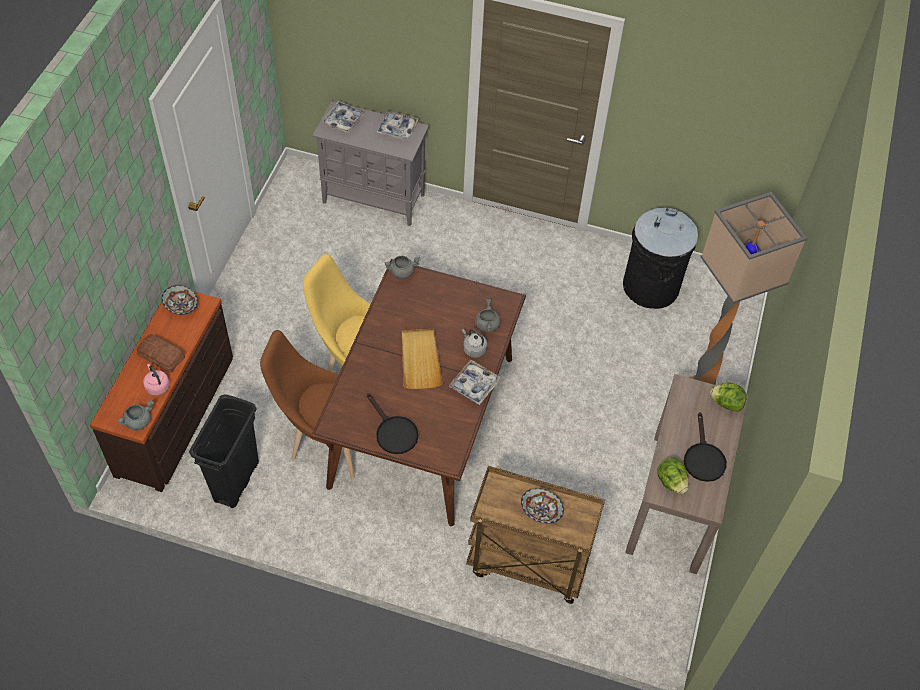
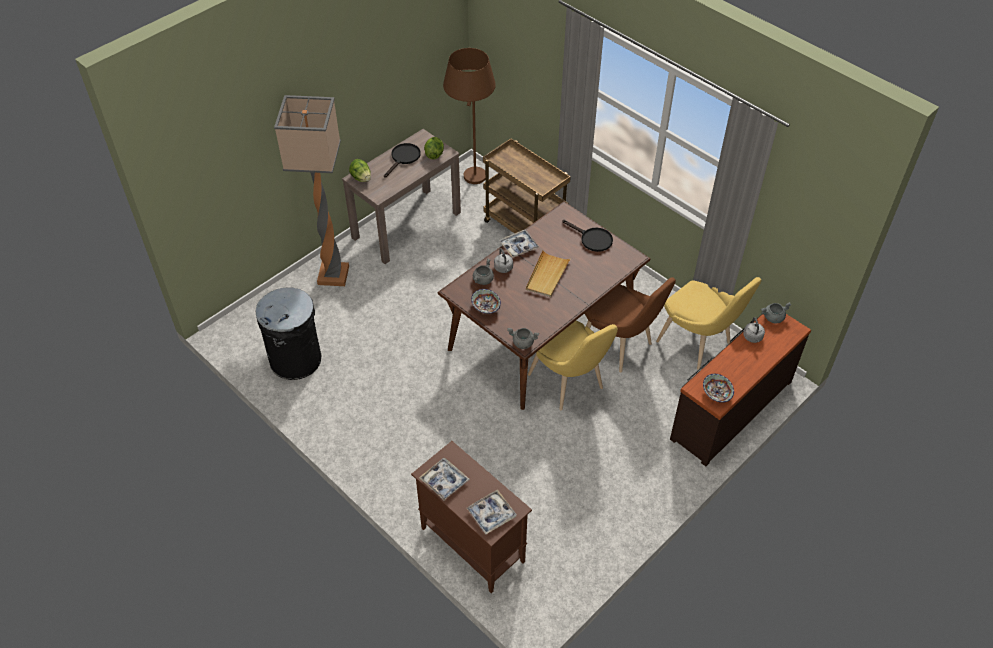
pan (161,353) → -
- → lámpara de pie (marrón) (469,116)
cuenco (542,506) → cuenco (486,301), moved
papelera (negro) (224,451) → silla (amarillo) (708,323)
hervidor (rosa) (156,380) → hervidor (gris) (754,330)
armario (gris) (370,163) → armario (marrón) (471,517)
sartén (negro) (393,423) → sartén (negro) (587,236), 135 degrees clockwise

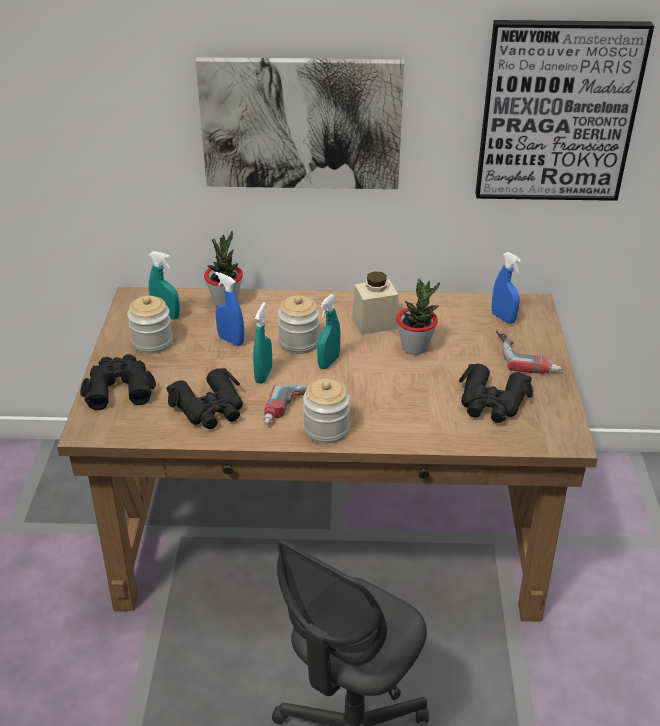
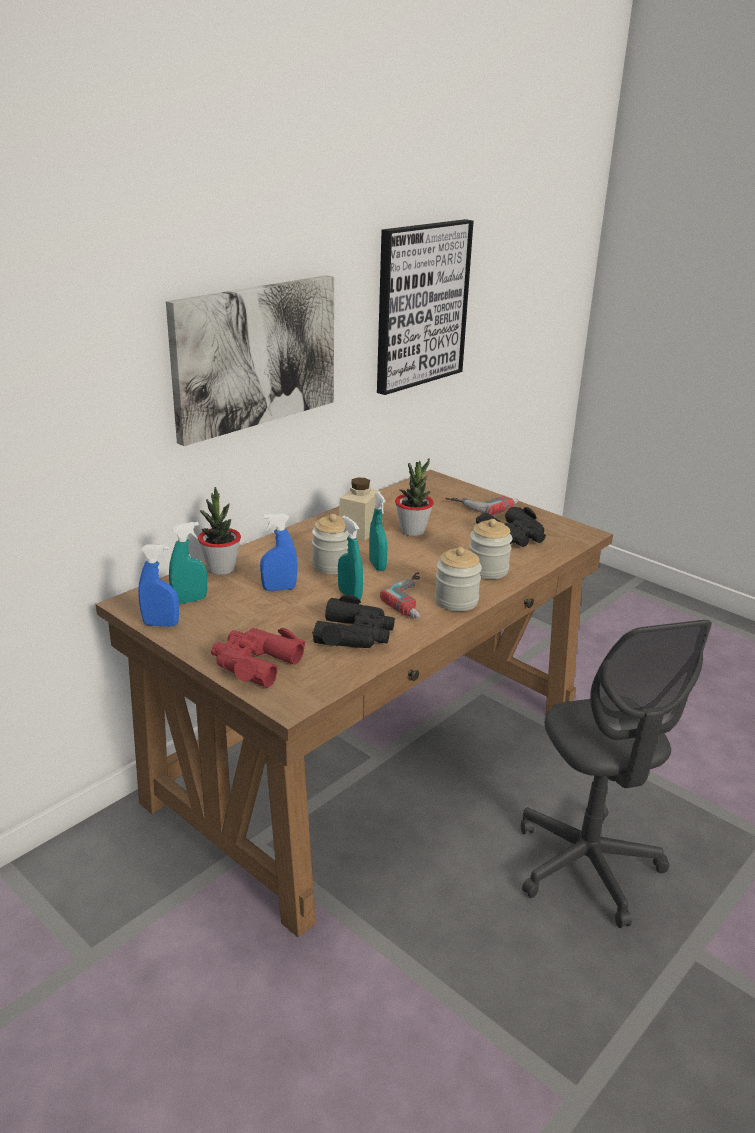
tarro (150,325) → tarro (490,549), moved
pulverizador (azul) (507,288) → pulverizador (azul) (158,585), moved
prismáticos (negro) (118,382) → prismáticos (rojo) (258,658)

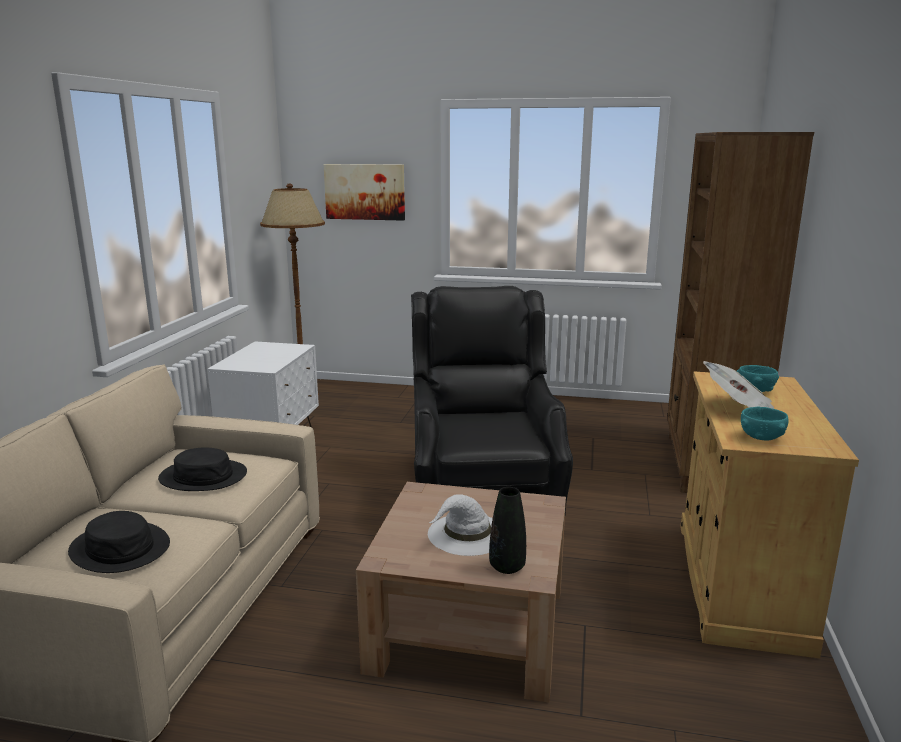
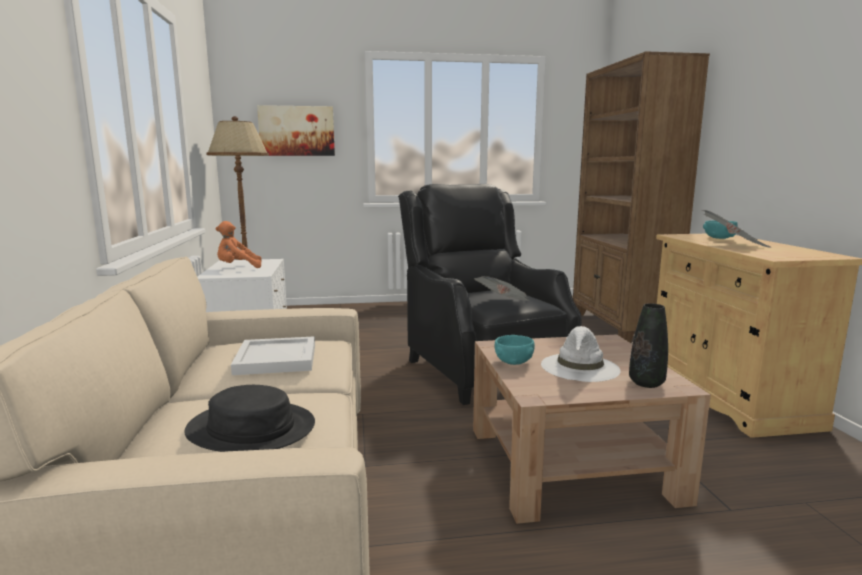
- → peluche (naranja) (239,244)
- → periódico (501,288)
cuenco (turquesa) (765,423) → cuenco (turquesa) (515,350), moved
sombrero (negro) (202,469) → bandeja (blanco) (273,355)

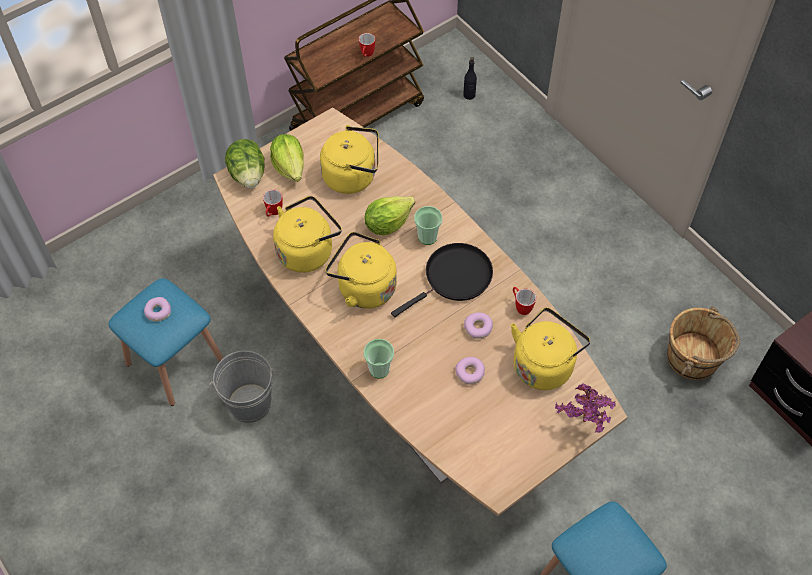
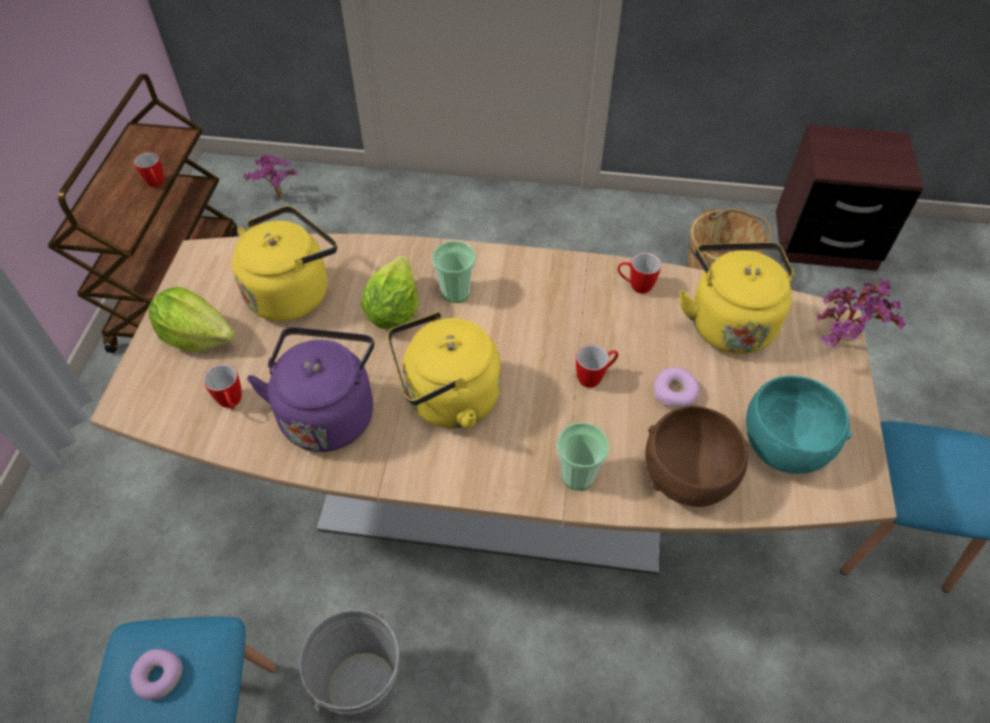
lechuga (245,163) → -
sartén (negro) (442,280) → -
rosquilla (478,325) → -
- → taza grande (597,366)
- → cuenco (marrón) (696,456)
- → cuenco (turquesa) (799,424)
botella (negro) (470,78) → planta en maceta (270,175)
hervidor (amarillo) (307,234) → hervidor (morado) (310,389)

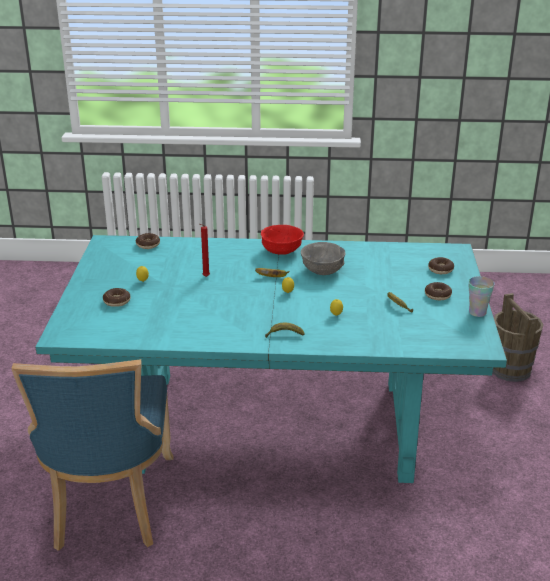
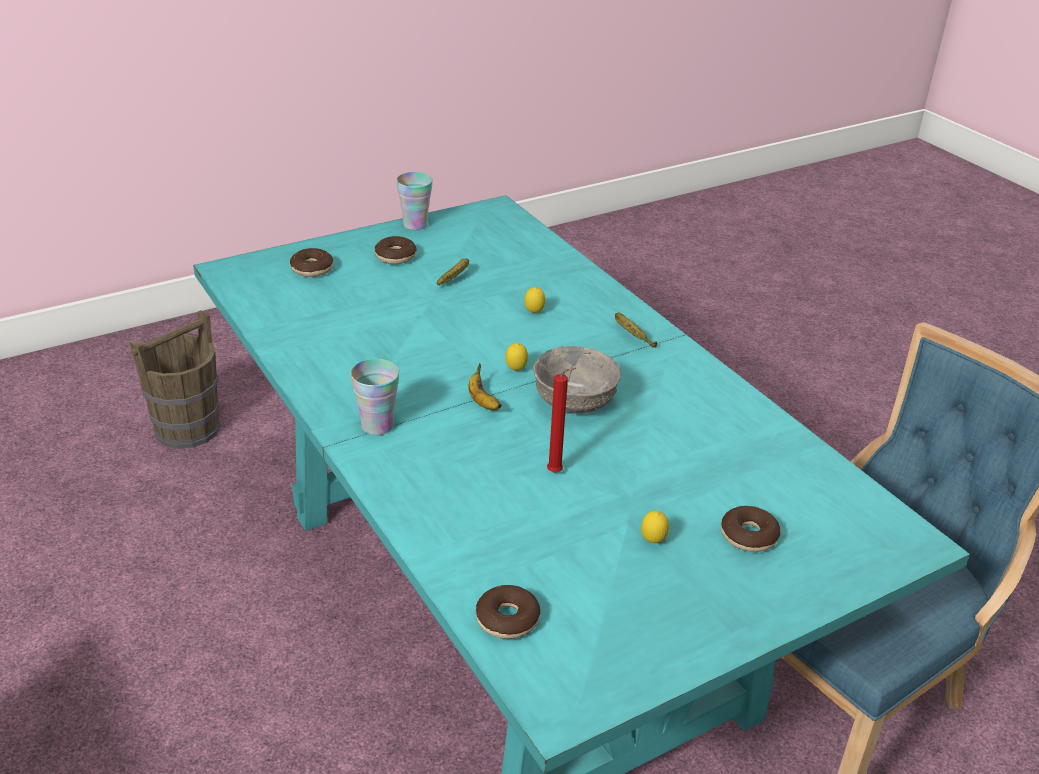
cuenco (gris) (323,258) → cuenco (gris) (577,380), moved
cuenco (rojo) (282,240) → taza (375,397)

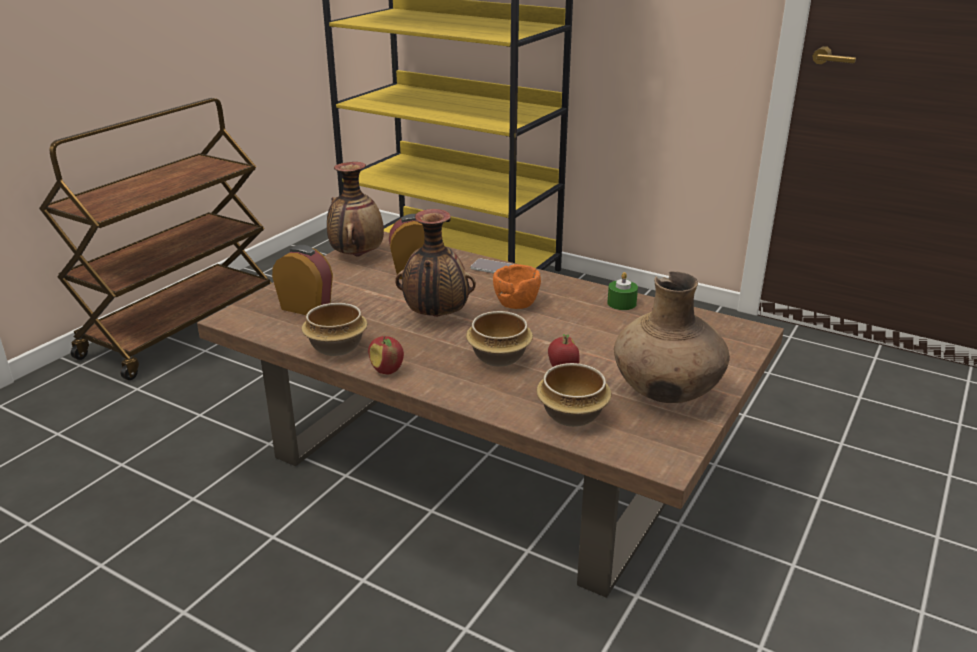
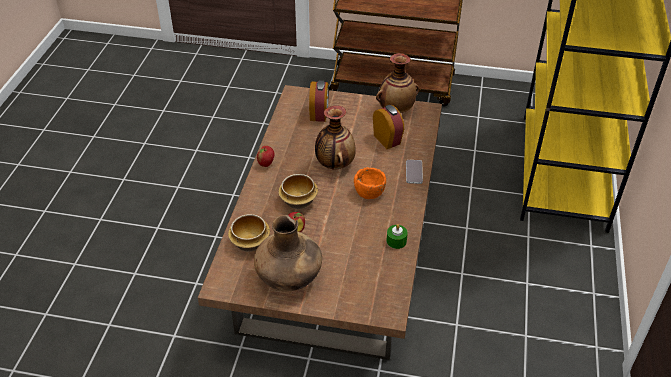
cuenco (334,329) → -

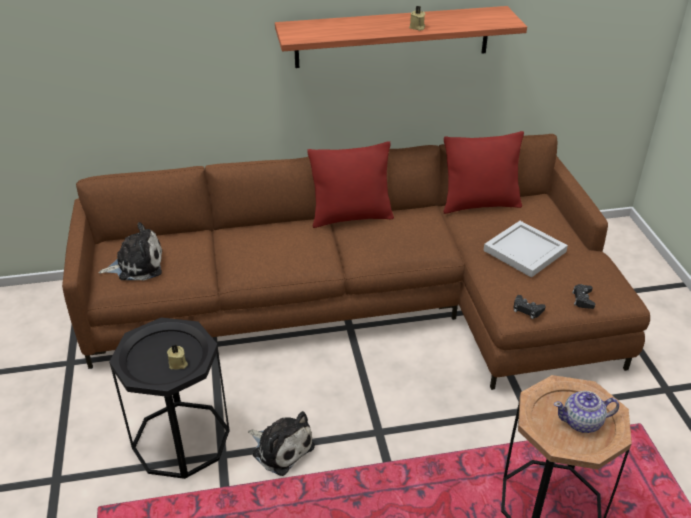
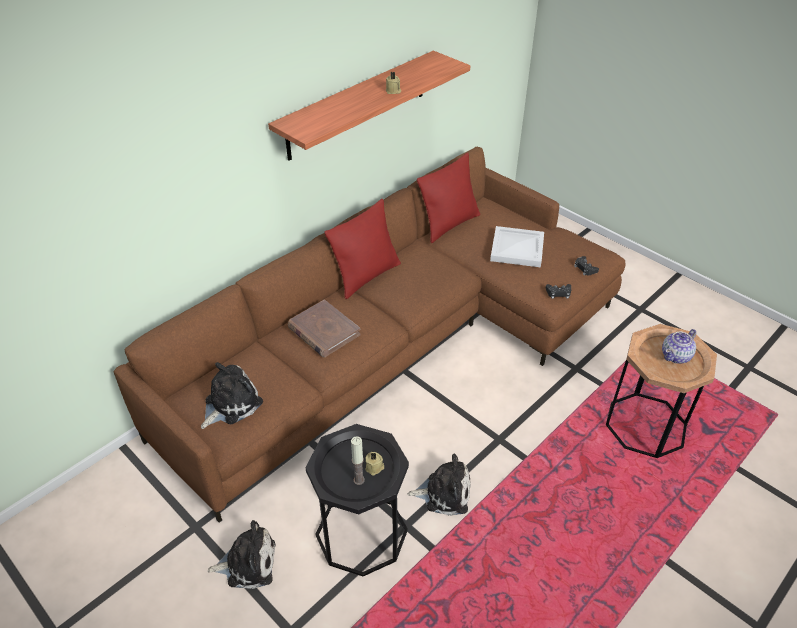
- → peluche (241,554)
- → libro (marrón) (324,329)
- → vela (358,460)

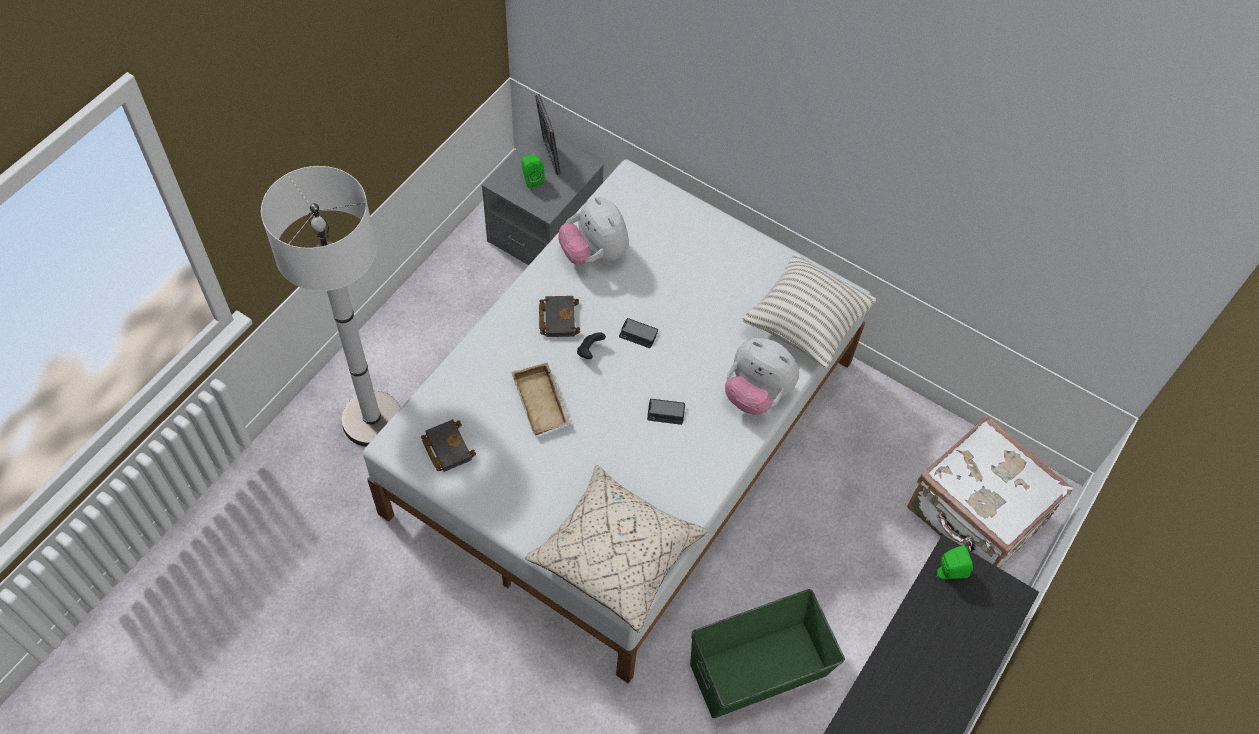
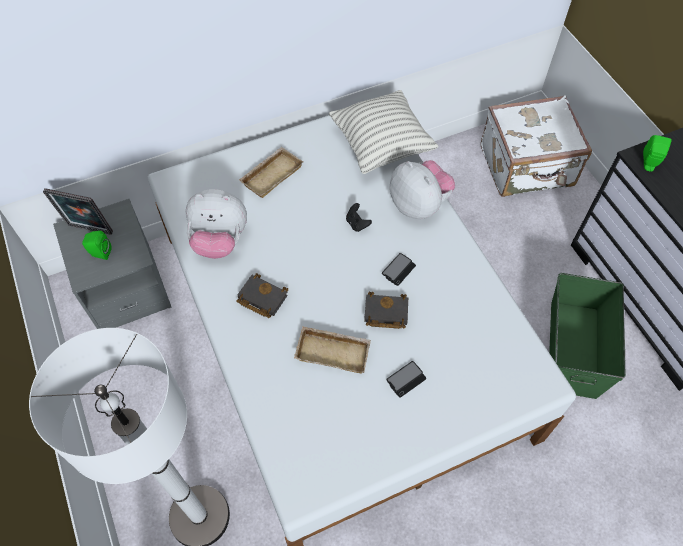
cojín (beis) (616,549) → -
- → bandeja (beis) (271,172)
libro (negro) (448,446) → libro (negro) (386,310), moved
mando de consola (negro) (591,345) → mando de consola (negro) (359,217), moved
móvil (638,333) → móvil (406,379), moved
peluche (762,376) → peluche (422,189), 105 degrees counterclockwise

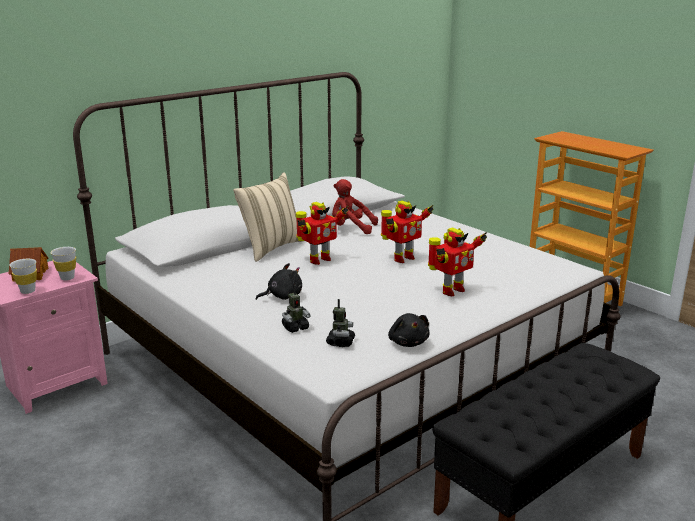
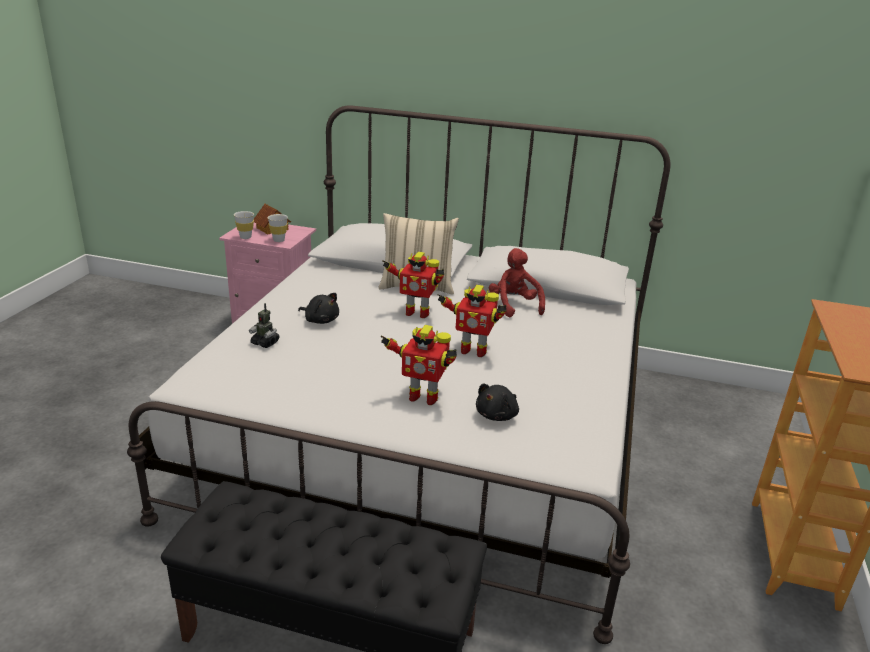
robot de juguete (340,323) → -
peluche (negro) (408,330) → peluche (negro) (497,402), moved

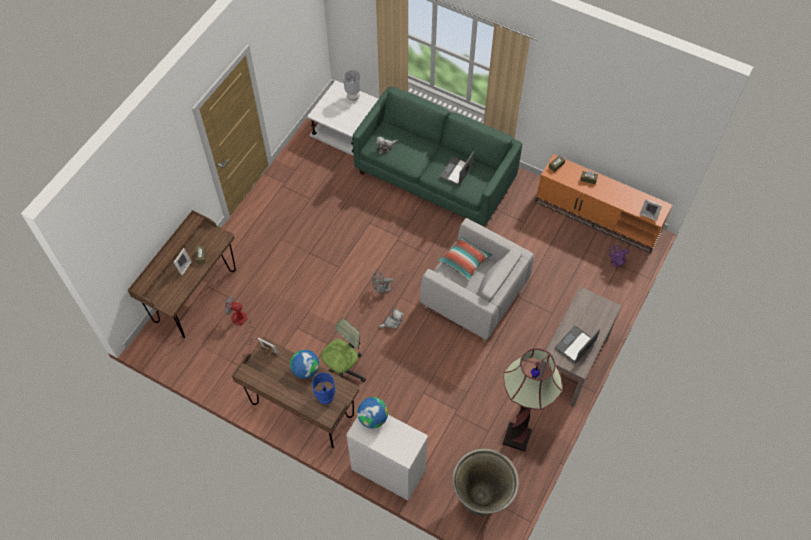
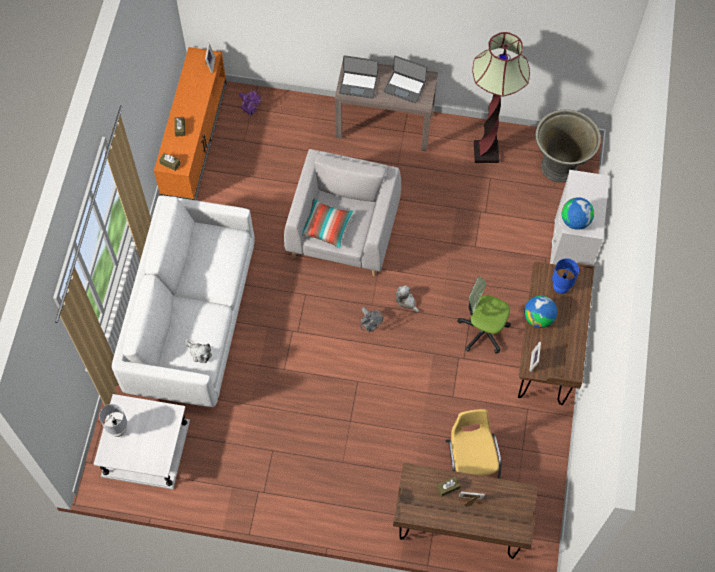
portátil (456,168) → portátil (358,77), moved
ventilador (238,320) → silla (amarillo) (473,444)
sofá (verde) (437,156) → sofá (blanco) (183,301)

